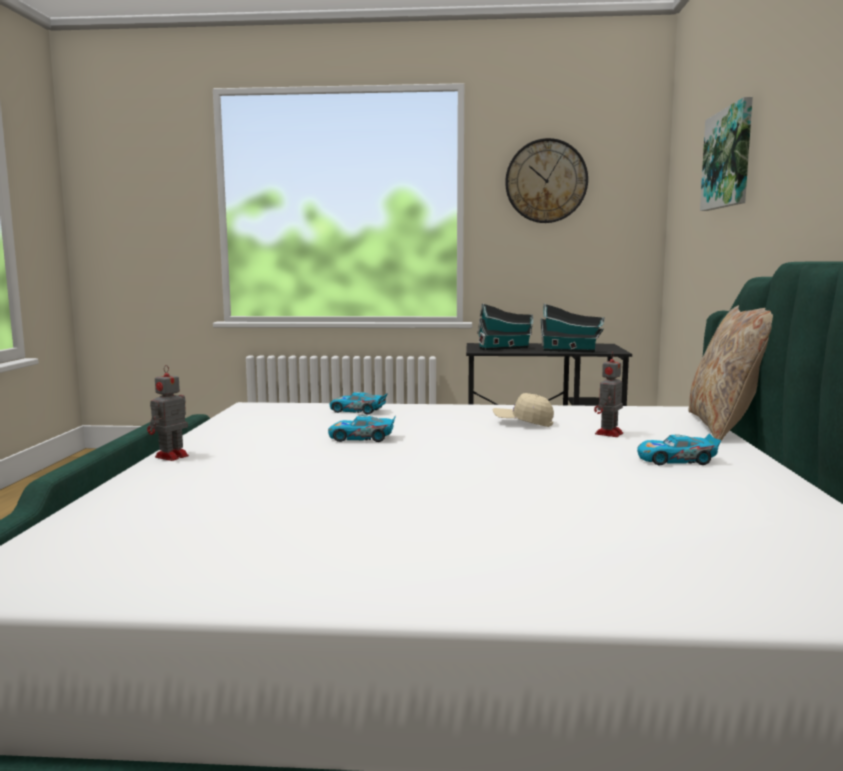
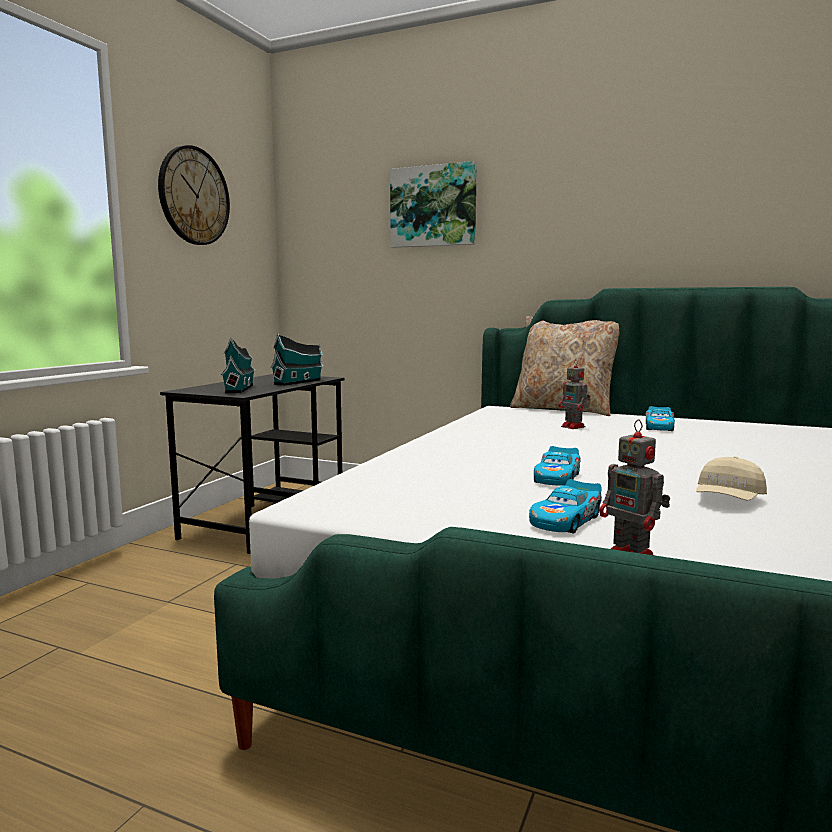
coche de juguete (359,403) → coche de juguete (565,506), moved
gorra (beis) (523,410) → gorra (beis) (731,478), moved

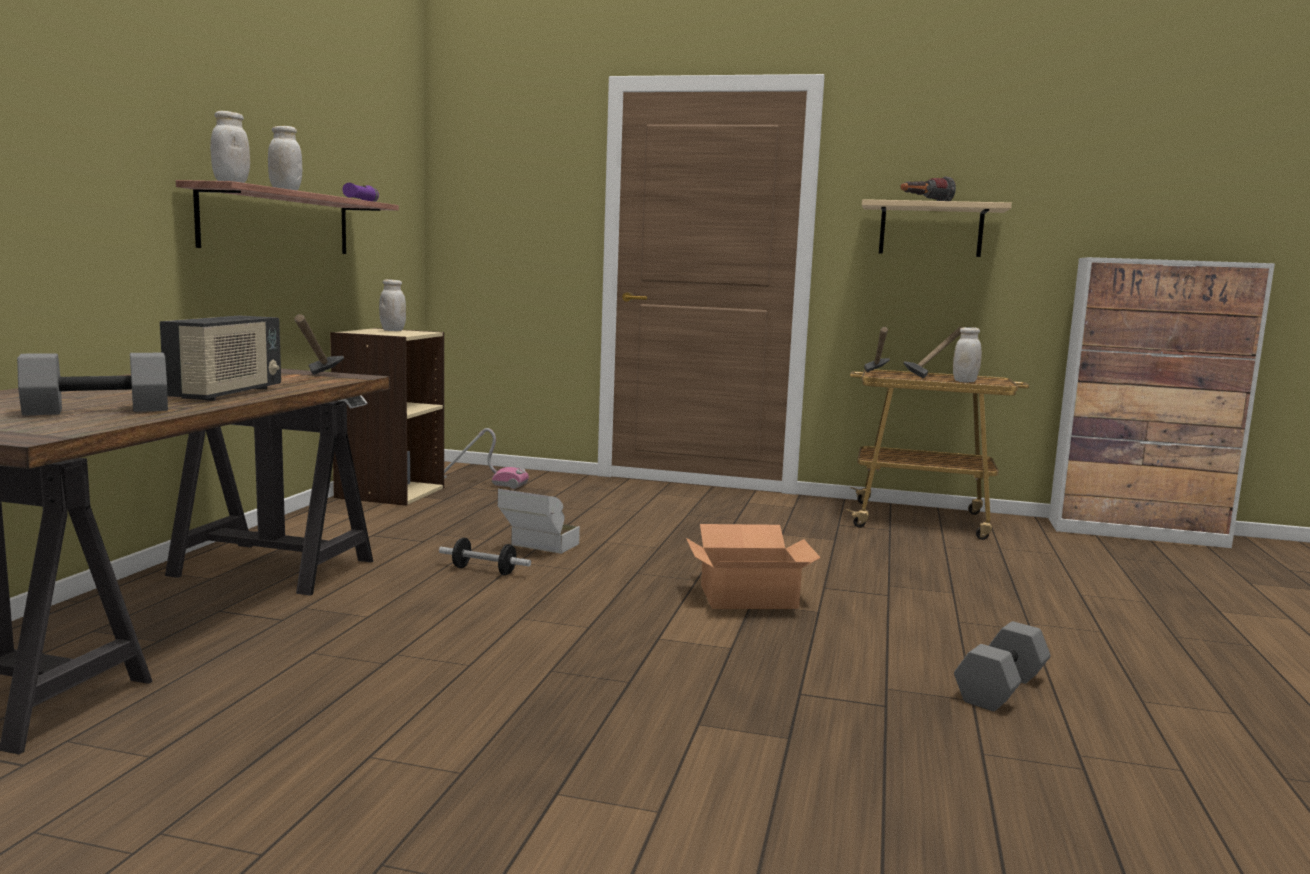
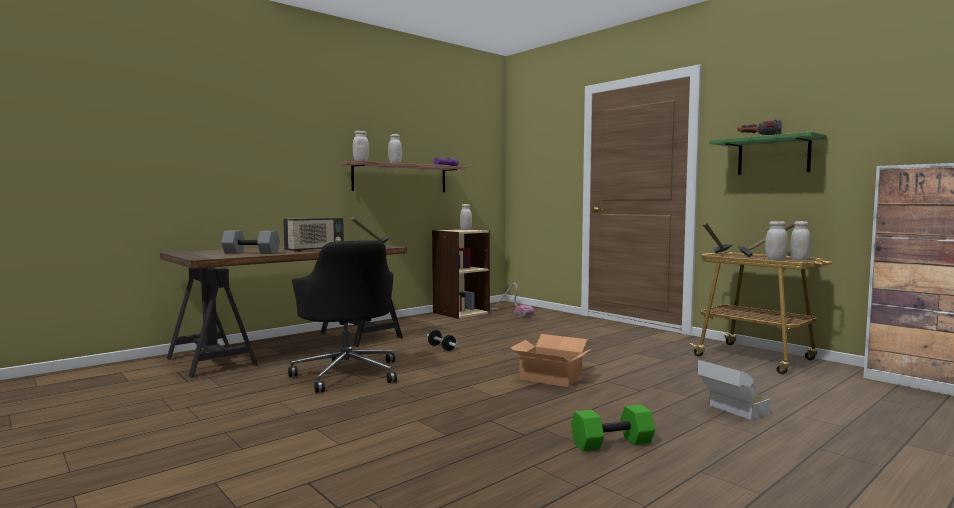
- → silla de oficina (negro) (342,316)
- → tarro (blanco) (800,240)
caja de cartón (539,521) → caja de cartón (734,390), moved
estante (beis) (937,228) → estante (verde) (768,153)
mancuerna (gris) (1002,666) → mancuerna (verde) (613,428)

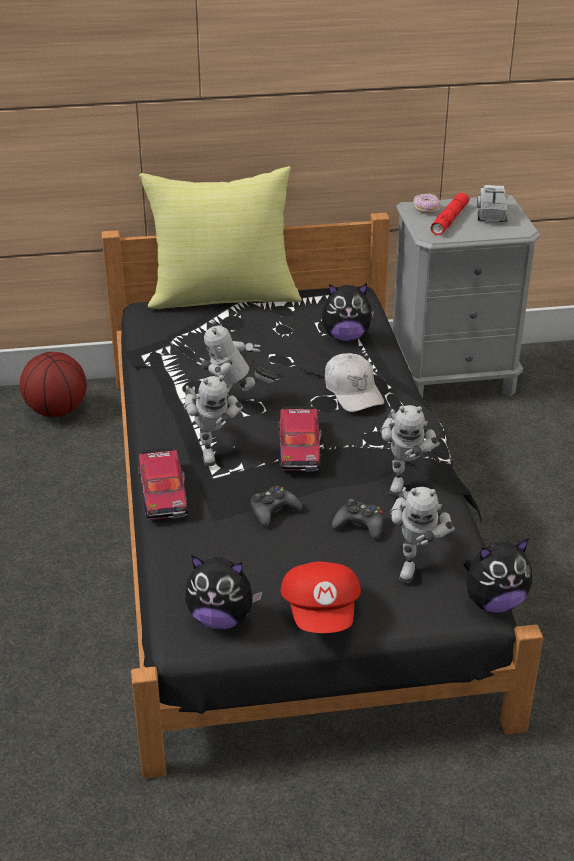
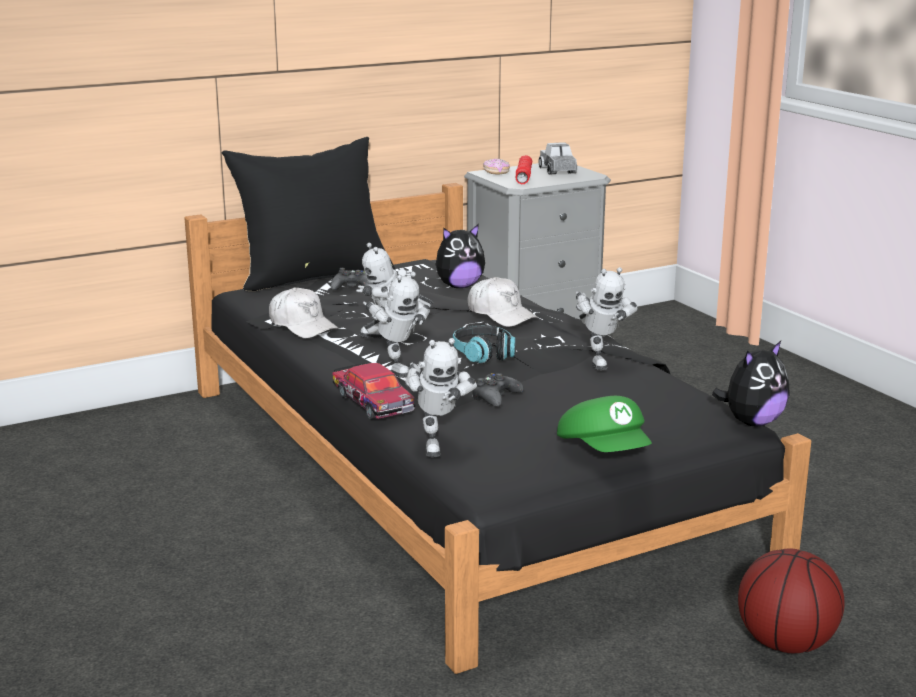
peluche (224,592) → -
- → gorra (blanco) (303,312)
balón de baloncesto (53,384) → balón de baloncesto (791,600), moved
mando de consola (negro) (357,518) → mando de consola (negro) (350,279), moved
robot de juguete (422,535) → robot de juguete (441,397), moved
coche de juguete (300,438) → auriculares (484,344)
cojín (amarillo) (220,237) → cojín (negro) (309,214)
gorra (rojo) (321,597) → gorra (verde) (604,424)

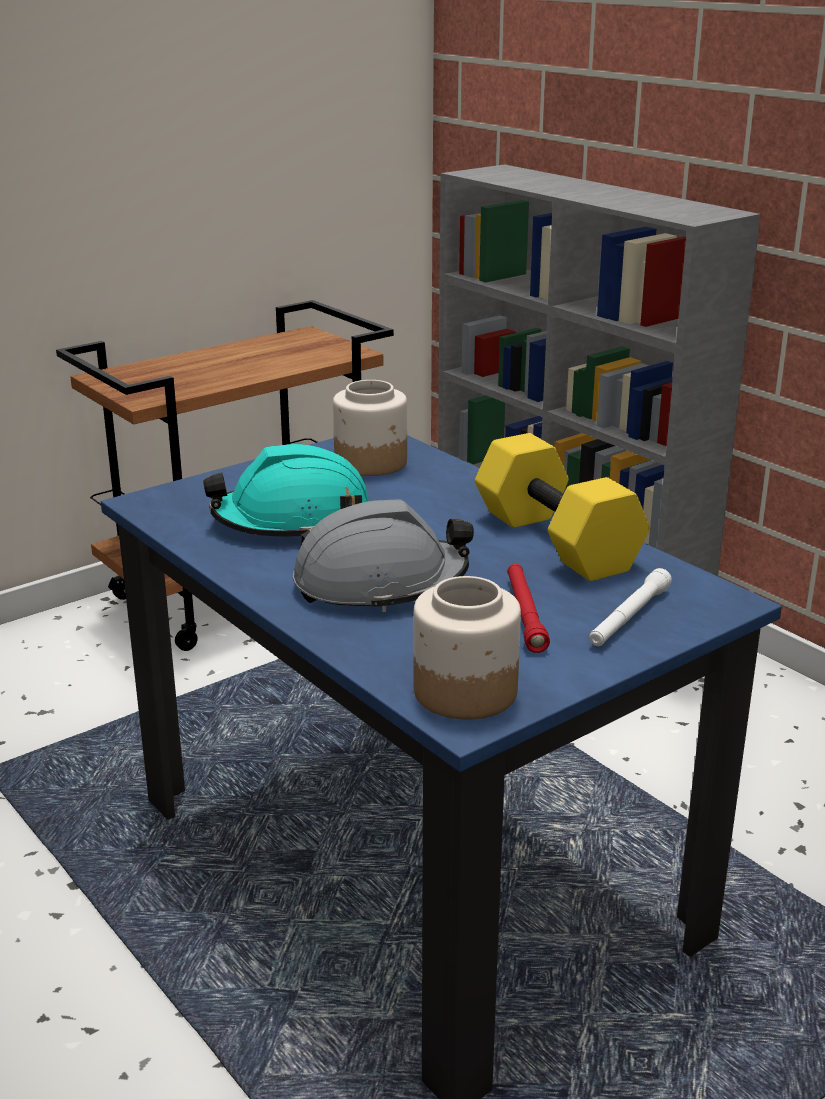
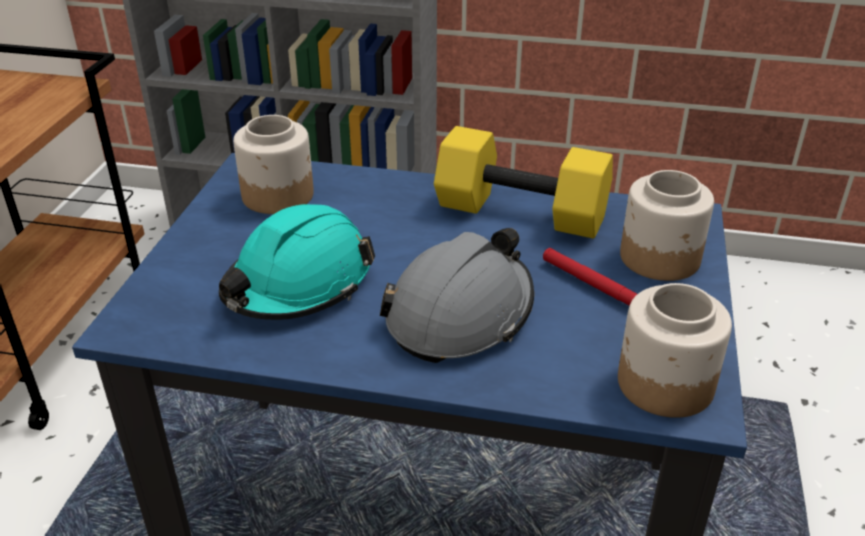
linterna (blanco) (630,607) → tarro (667,225)

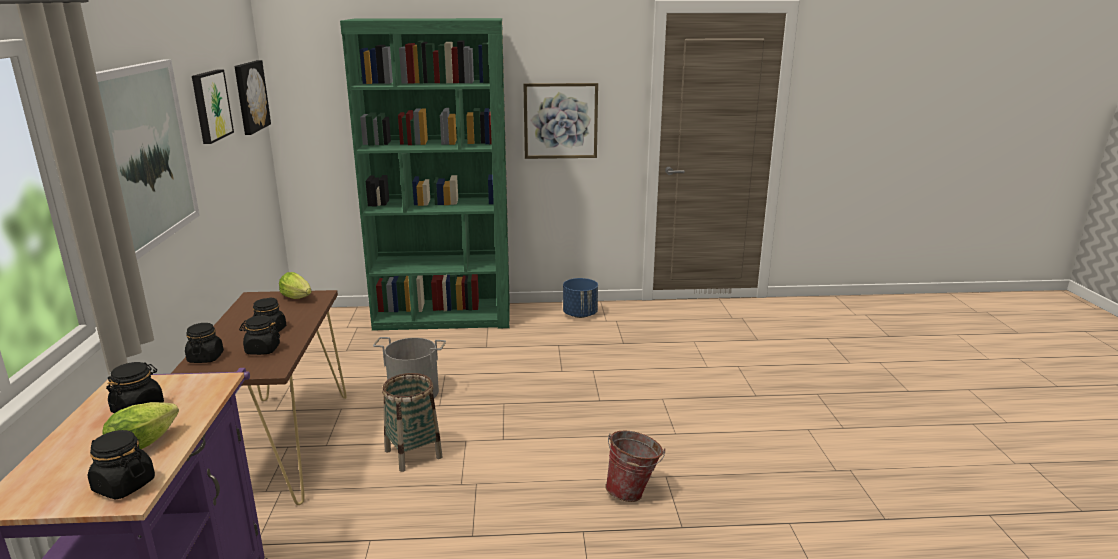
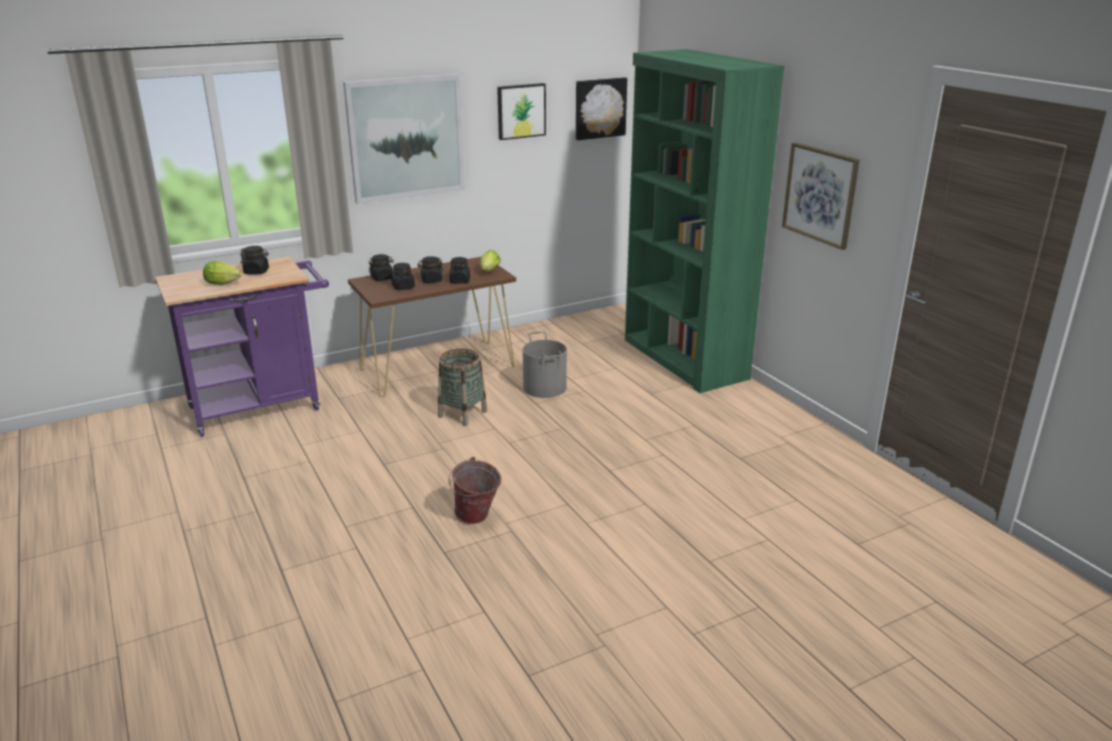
maceta (azul) (580,298) → -
tarro (negro) (121,465) → tarro (negro) (459,270), moved

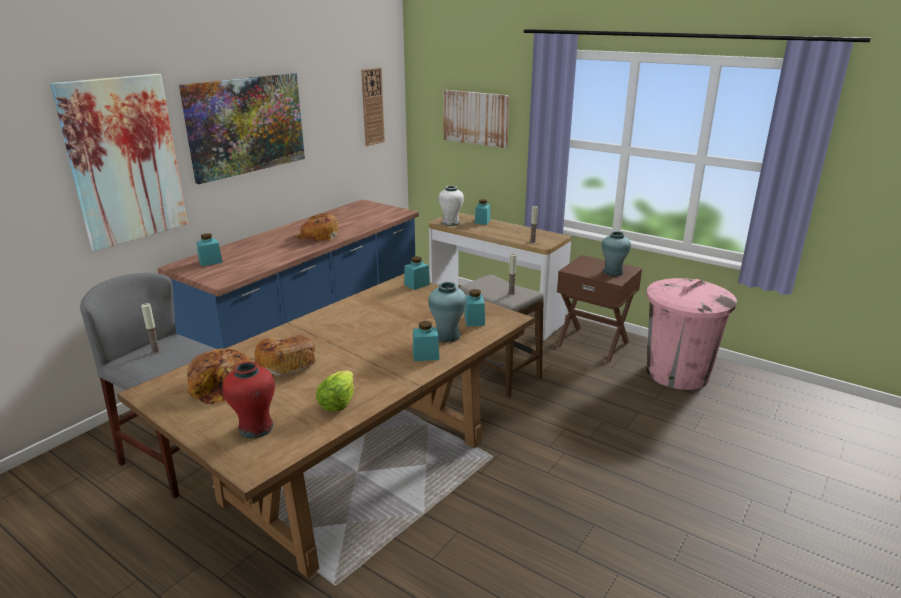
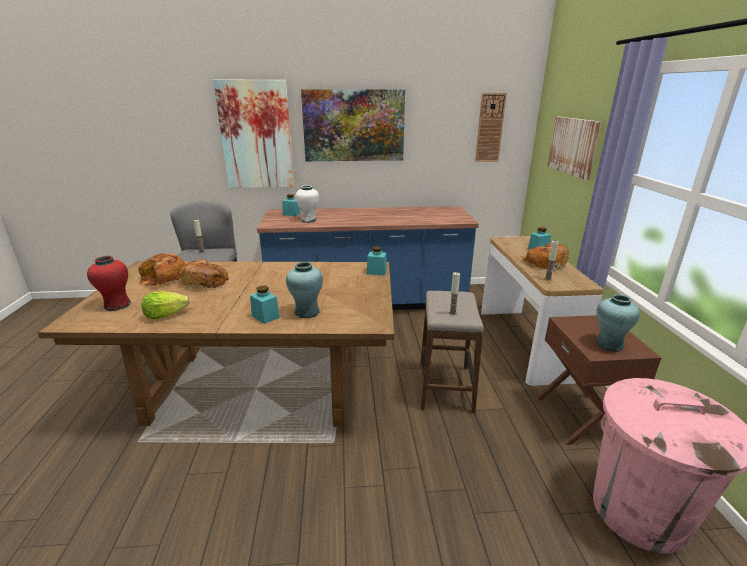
tarro (turquesa) (474,307) → -
pan (316,227) → pan (545,256), moved
florero (blanco) (451,206) → florero (blanco) (307,204), moved

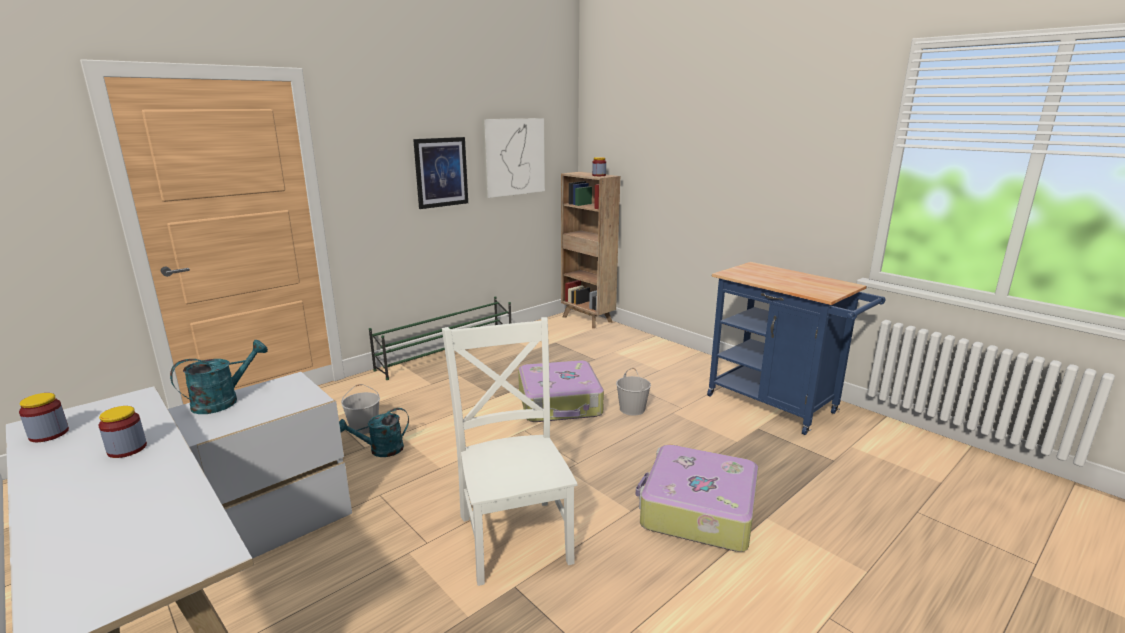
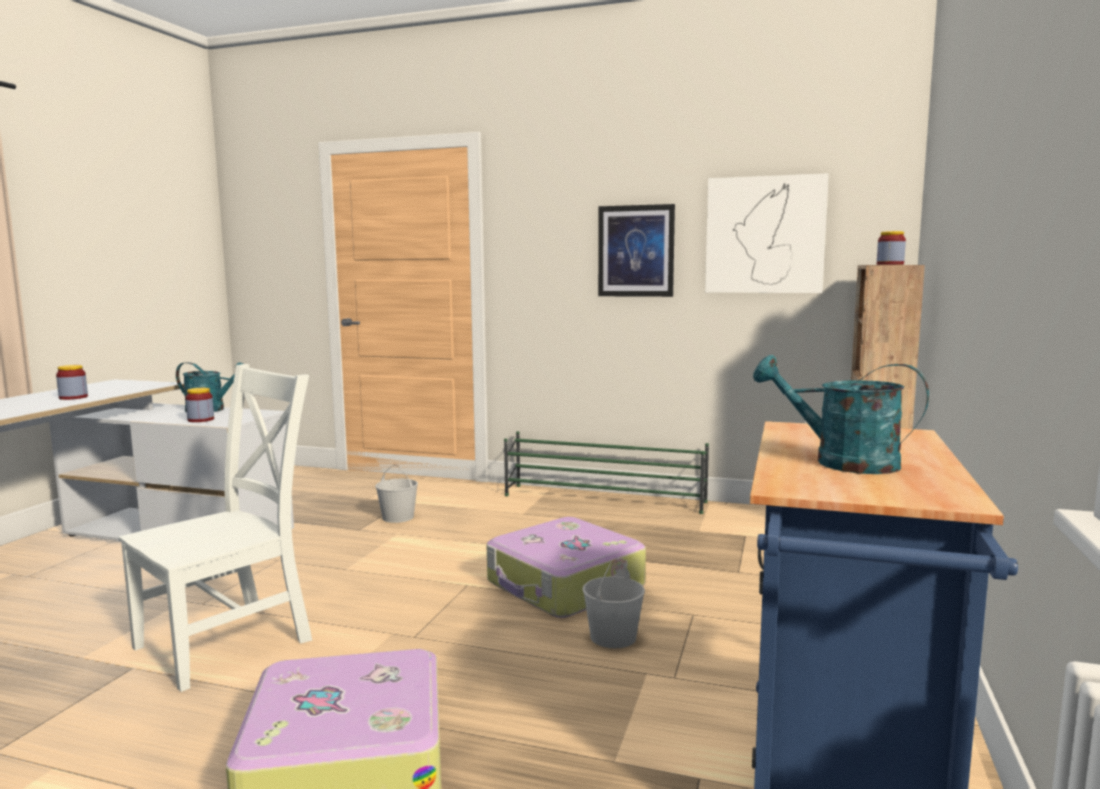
tarro (44,417) → tarro (200,405), moved
regadera (turquesa) (374,432) → regadera (turquesa) (841,414), moved

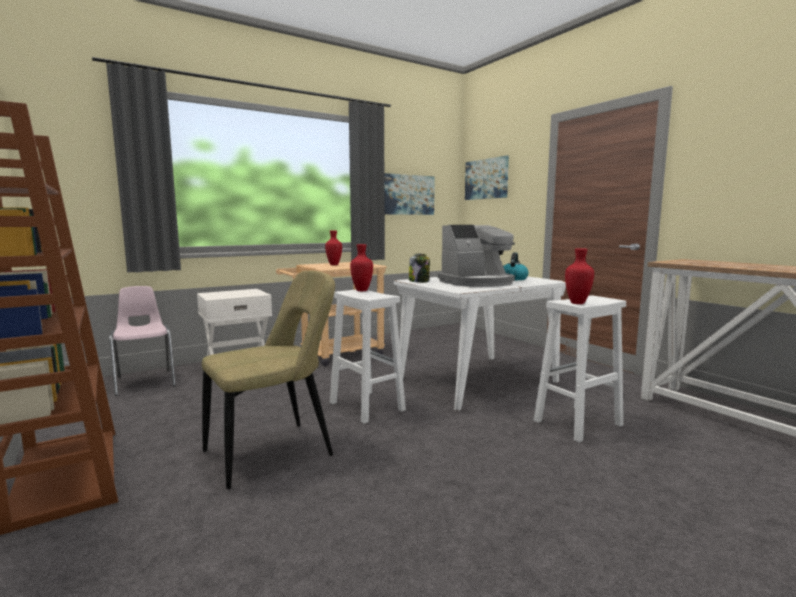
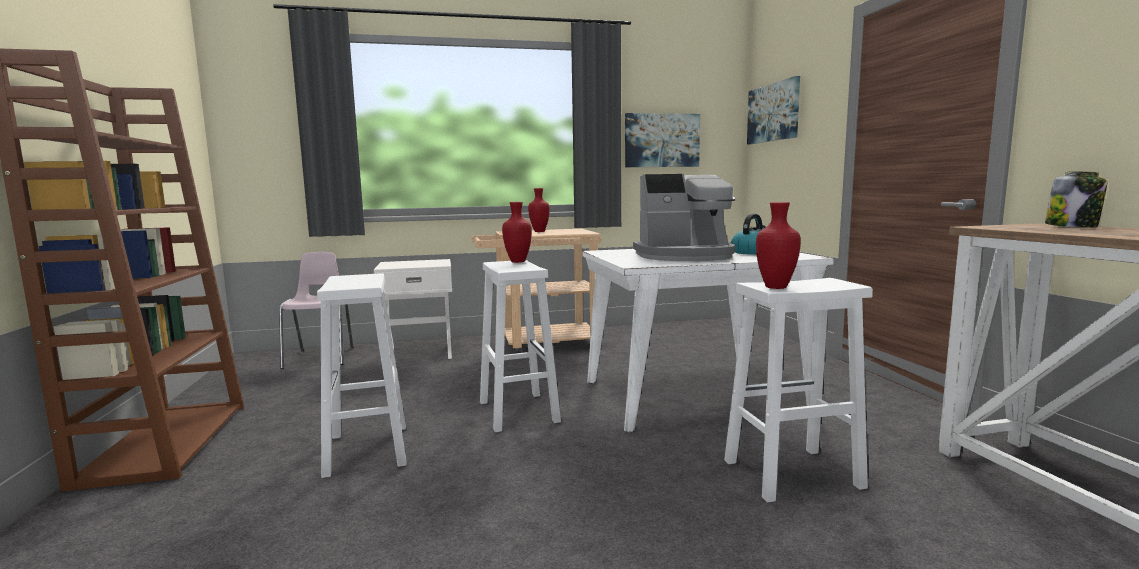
tarro (419,268) → tarro (1076,199), moved
silla (beis) (268,379) → taburete (blanco) (362,375)

